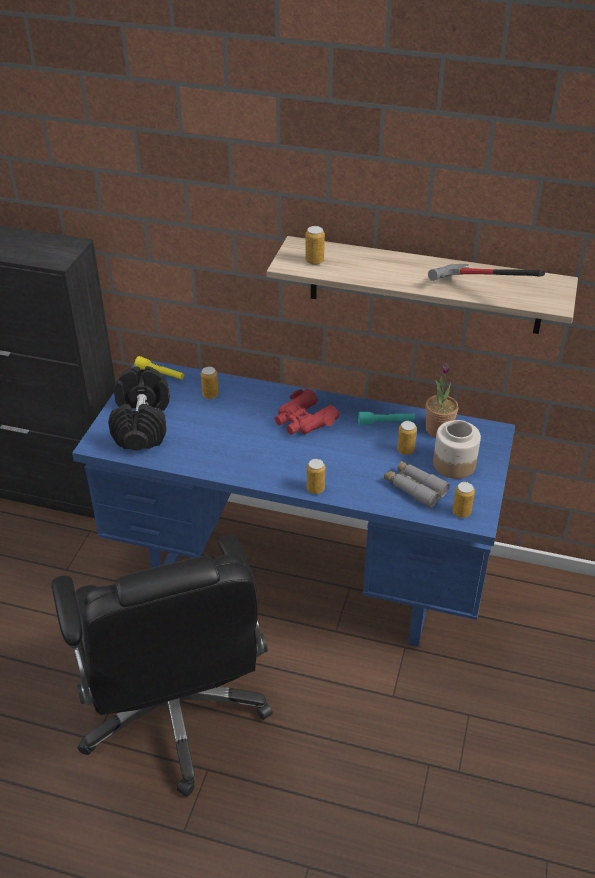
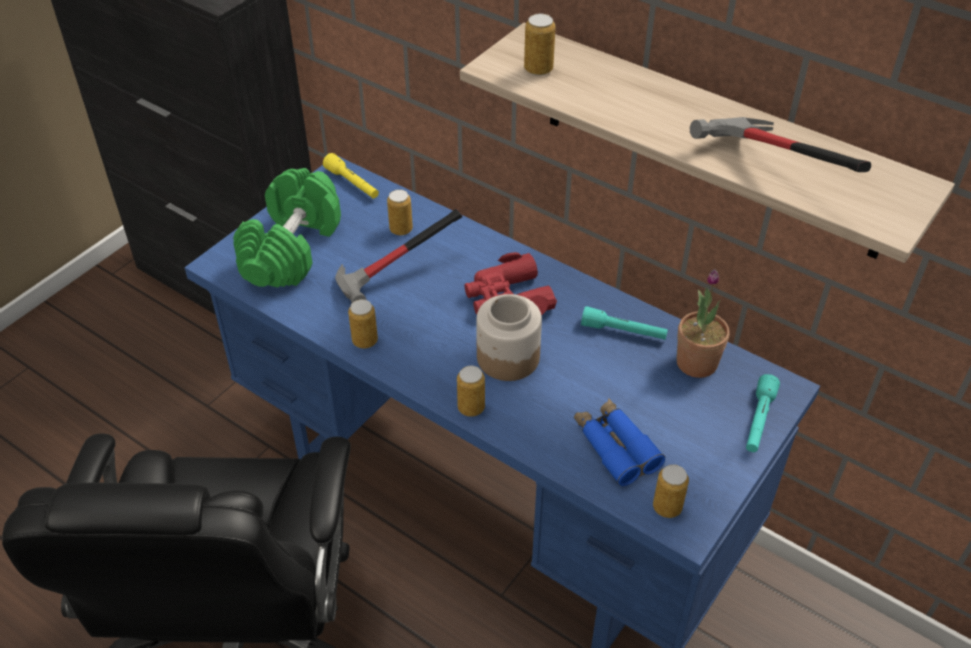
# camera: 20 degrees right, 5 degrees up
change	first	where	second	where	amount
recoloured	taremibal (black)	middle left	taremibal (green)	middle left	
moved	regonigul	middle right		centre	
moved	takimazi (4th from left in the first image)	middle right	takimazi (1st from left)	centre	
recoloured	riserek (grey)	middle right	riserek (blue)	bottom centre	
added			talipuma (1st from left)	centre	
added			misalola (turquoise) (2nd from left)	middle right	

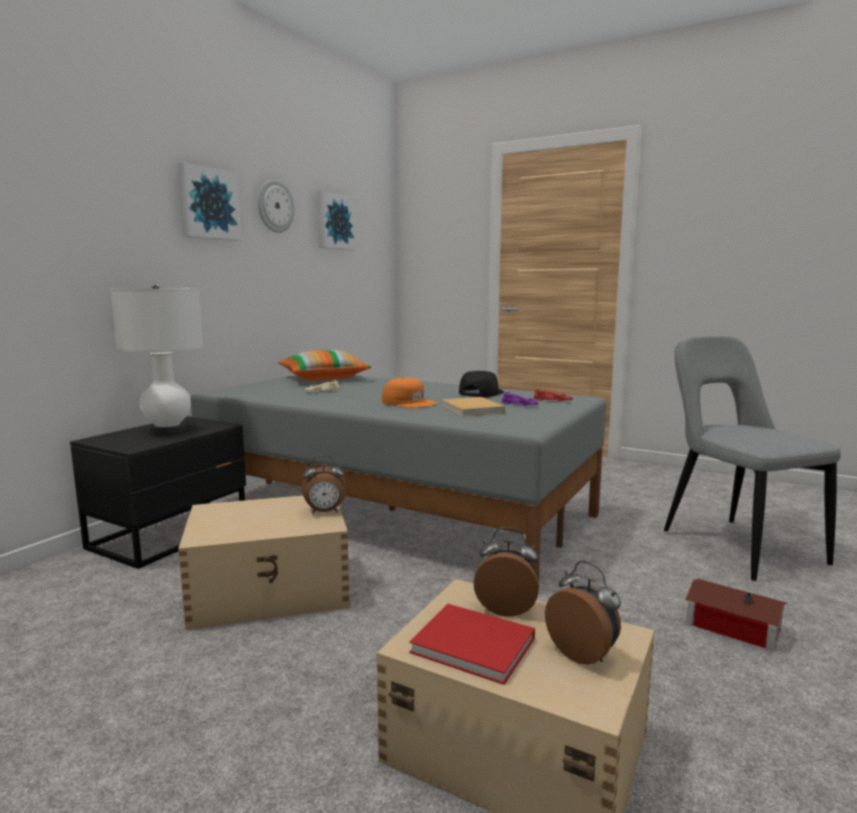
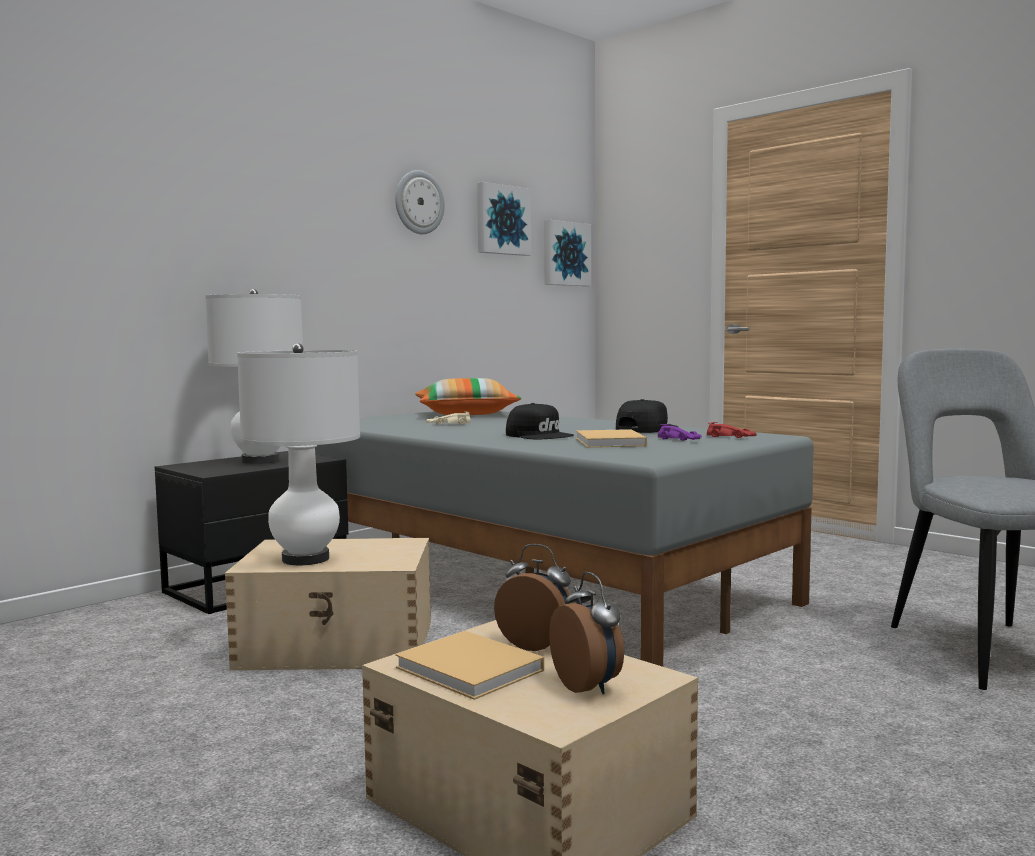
# camera: 15 degrees right, 5 degrees down
change	first	where	second	where	amount
moved	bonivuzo (1st from left in the first image)	top left	bonivuzo (2nd from left)	top centre	
recoloured	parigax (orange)	centre	parigax (black) (1st from left)	centre	
removed	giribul (1st from left)	centre			
removed	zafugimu	bottom right			
recoloured	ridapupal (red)	bottom centre	ridapupal (beige) (1st from left)	bottom centre	
added			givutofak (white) (2nd from left)	middle left	

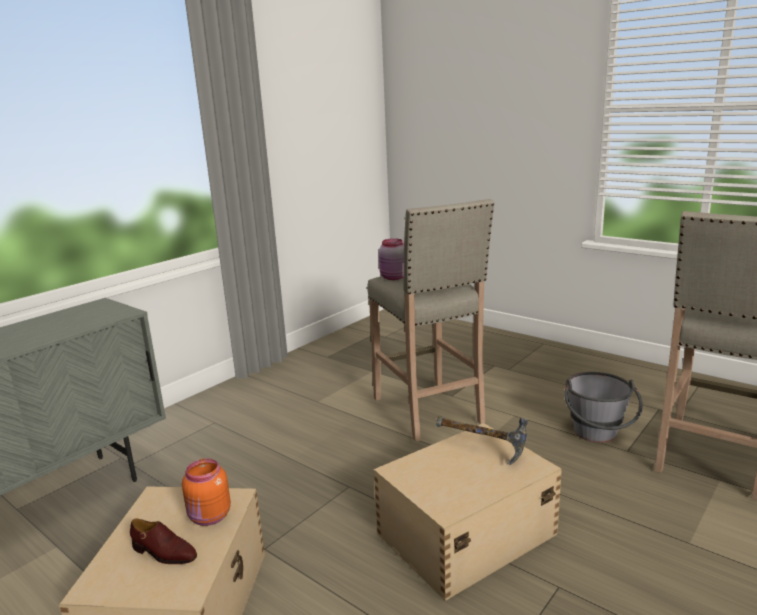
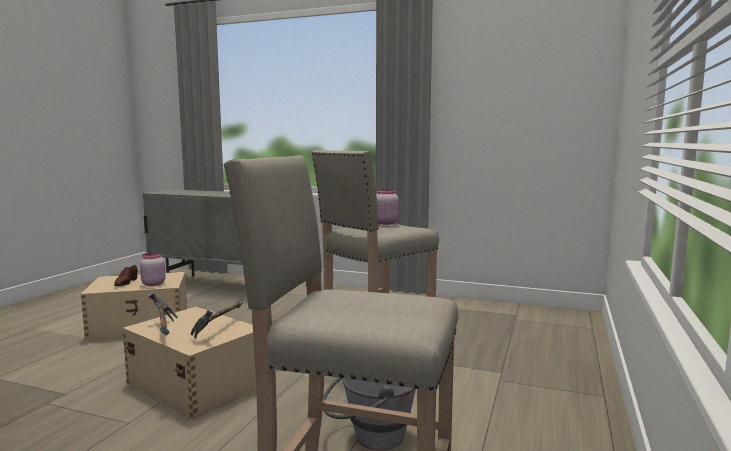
# camera: 70 degrees right, 10 degrees down
change	first	where	second	where	amount
recoloured	regonigul (orange)	bottom left	regonigul (pink) (1st from left)	middle left	
added			talipuma (1st from left)	bottom left	

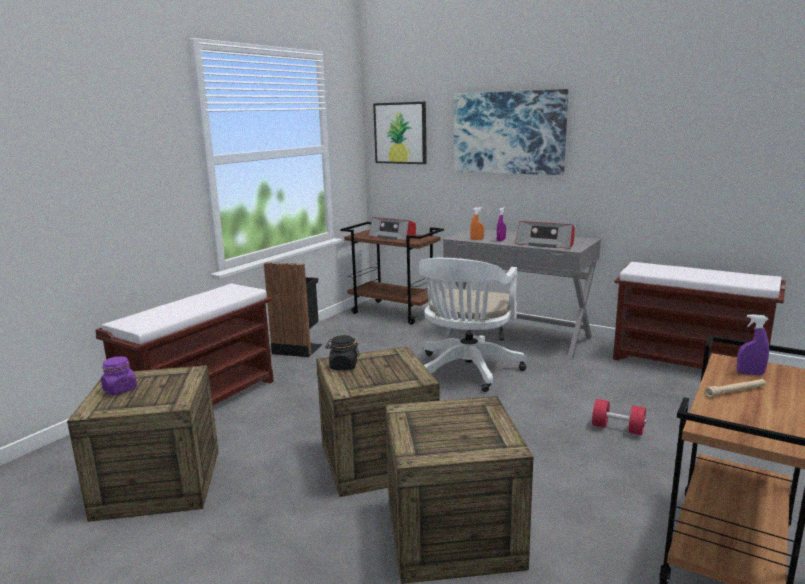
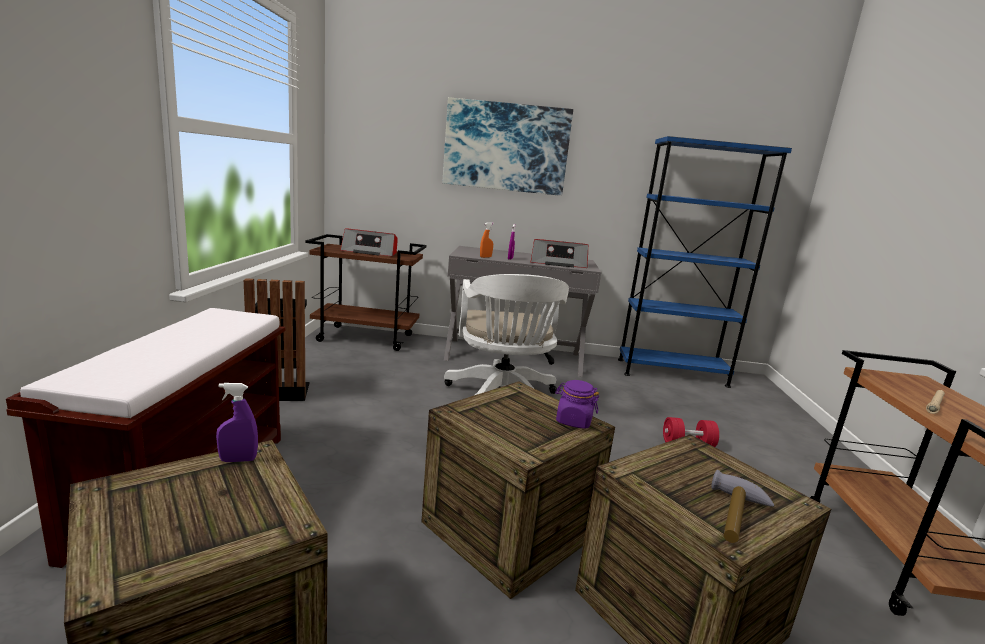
# camera: 30 degrees left, 0 degrees up
change	first	where	second	where	amount
removed	bonivuzo (1st from left)	top centre			
replaced	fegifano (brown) (2nd from left)	middle right	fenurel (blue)	middle right	
moved	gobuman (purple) (2nd from left in the first image)	middle right	gobuman (purple) (1st from left)	middle left	
removed	regonigul (black)	centre			
moved	regonigul (purple)	middle left		centre	
added			talipuma	bottom right	

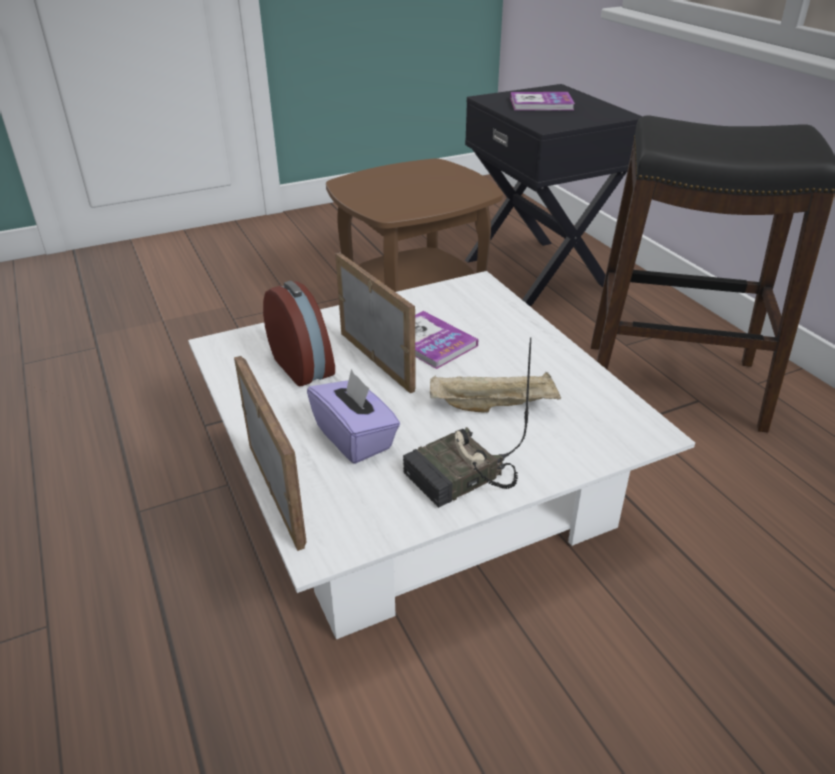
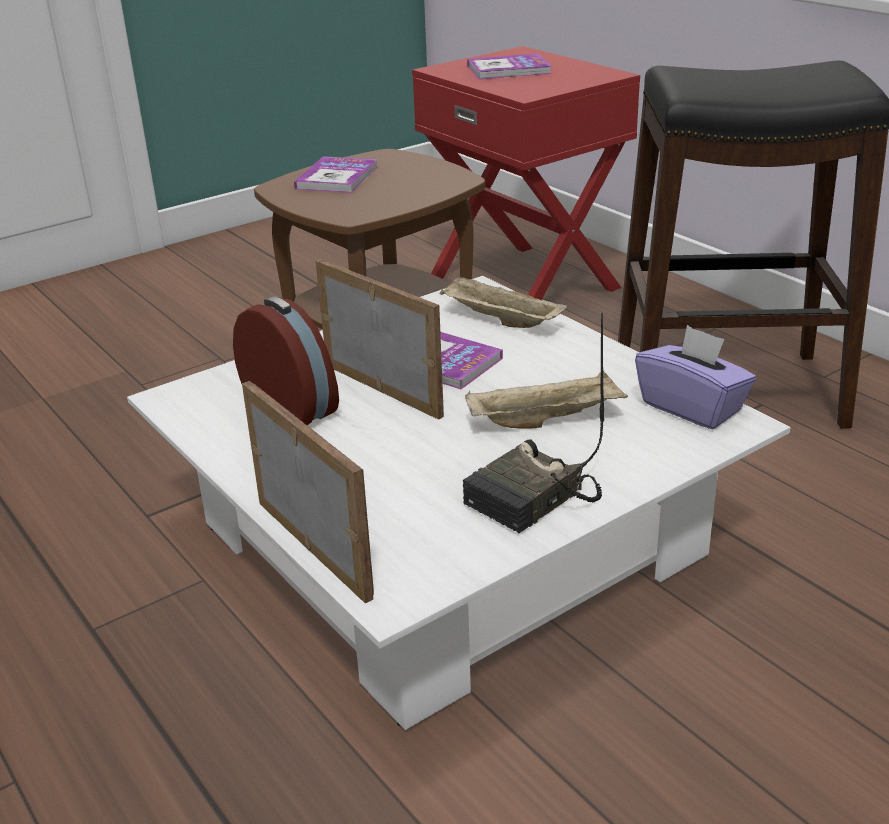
# camera: 10 degrees left, 5 degrees down
change	first	where	second	where	amount
recoloured	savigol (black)	top centre	savigol (red)	top centre	
moved	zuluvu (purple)	centre		middle right	
added			ridapupal (1st from left)	top centre	
added			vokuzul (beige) (1st from left)	centre	

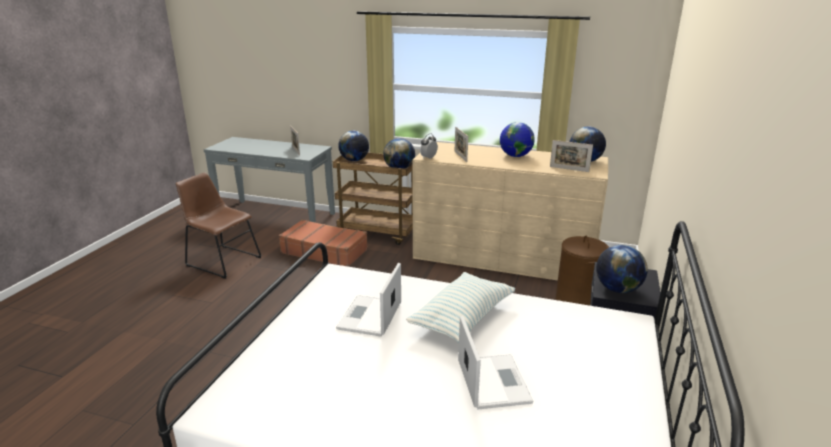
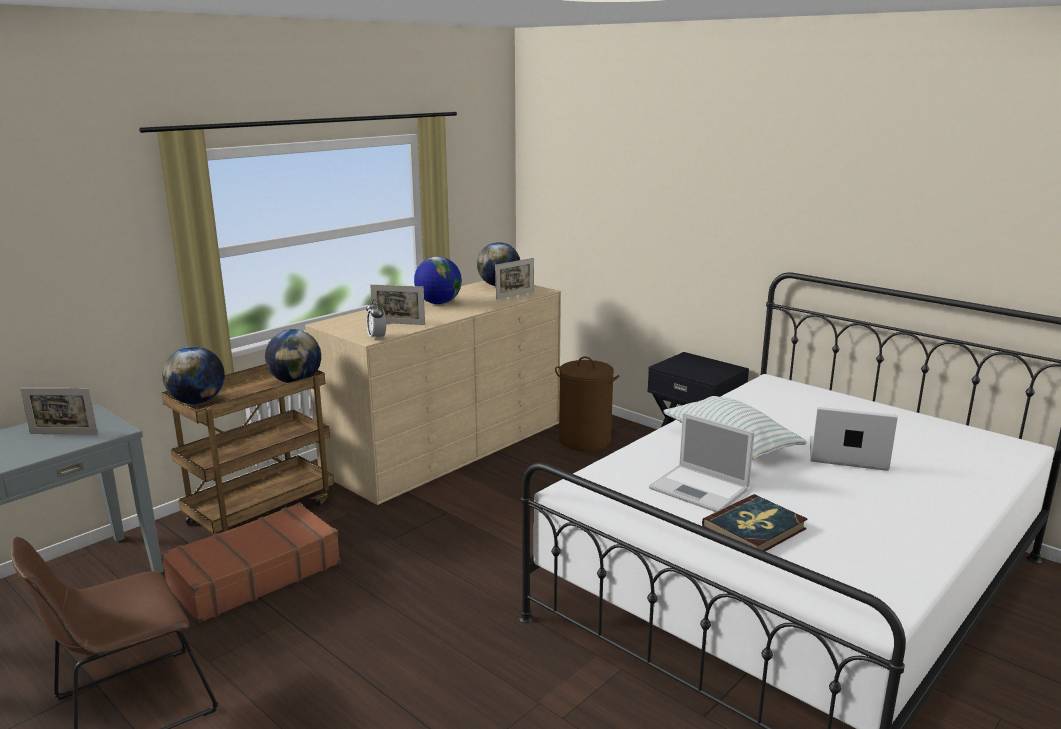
# camera: 65 degrees left, 5 degrees down
change	first	where	second	where	amount
removed	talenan (5th from left)	middle right			
added			ridapupal	bottom right	

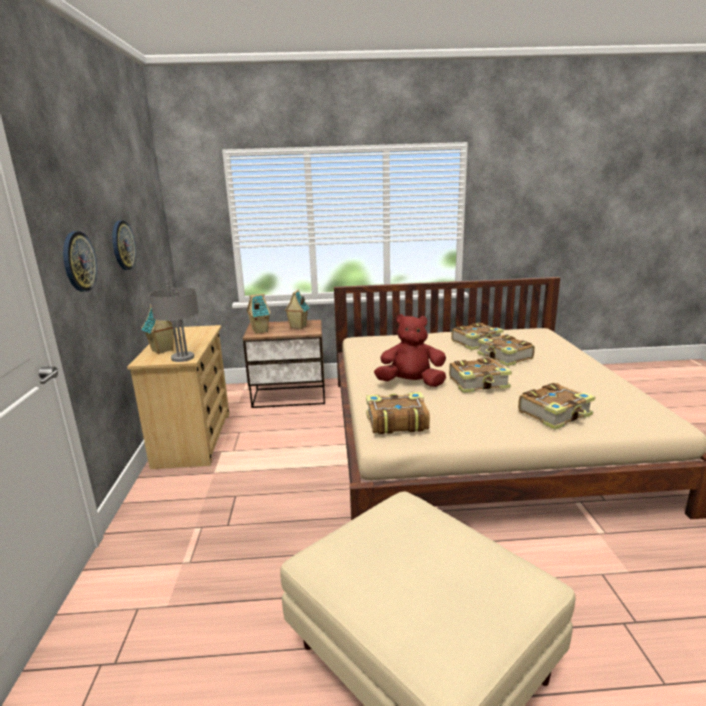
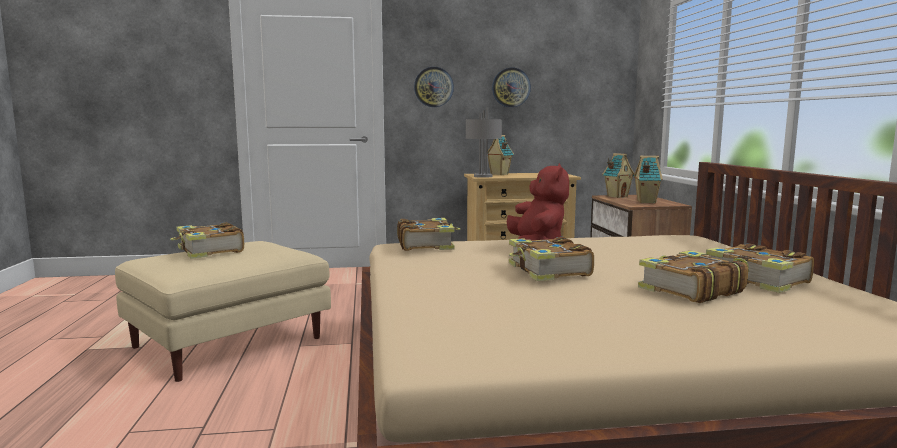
# camera: 85 degrees right, 10 degrees down
change	first	where	second	where	amount
moved	ridapupal (5th from left in the first image)	middle right	ridapupal (1st from left)	middle left	

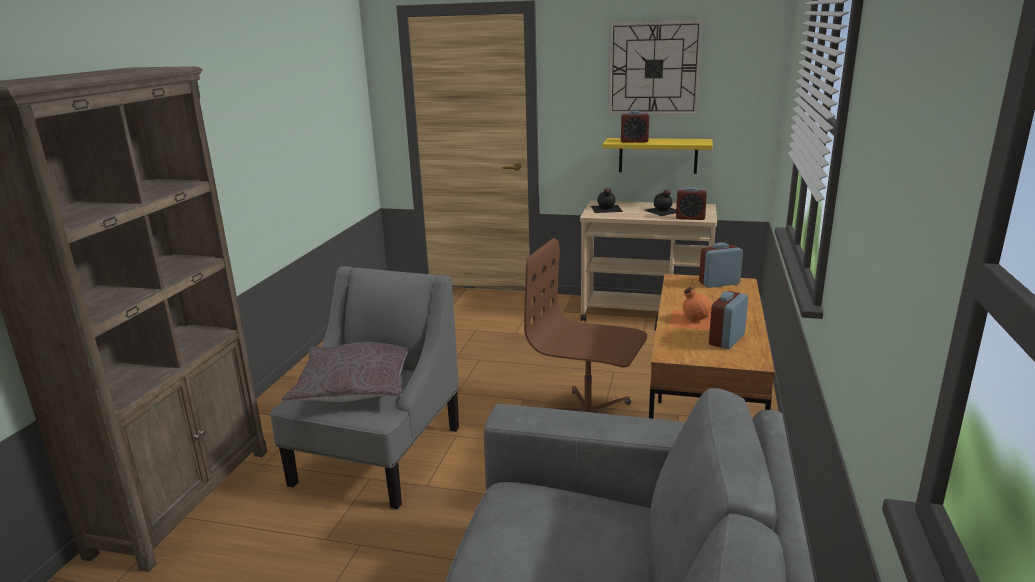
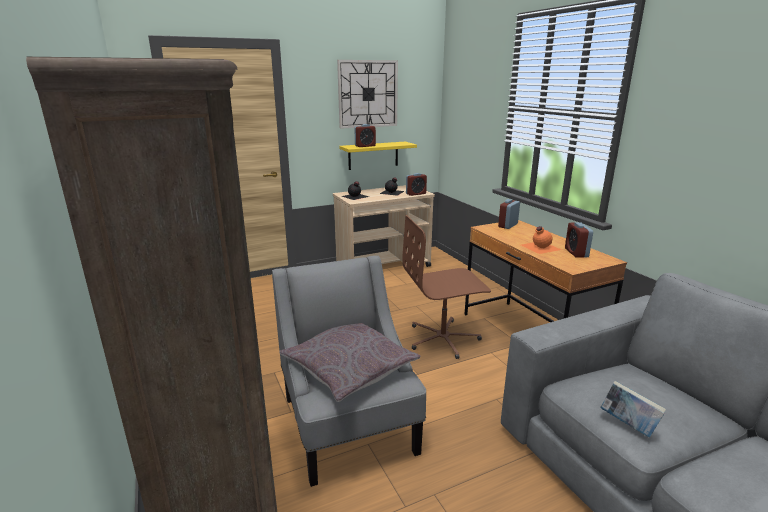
# camera: 40 degrees left, 0 degrees up
change	first	where	second	where	amount
added			ridapupal	bottom right	

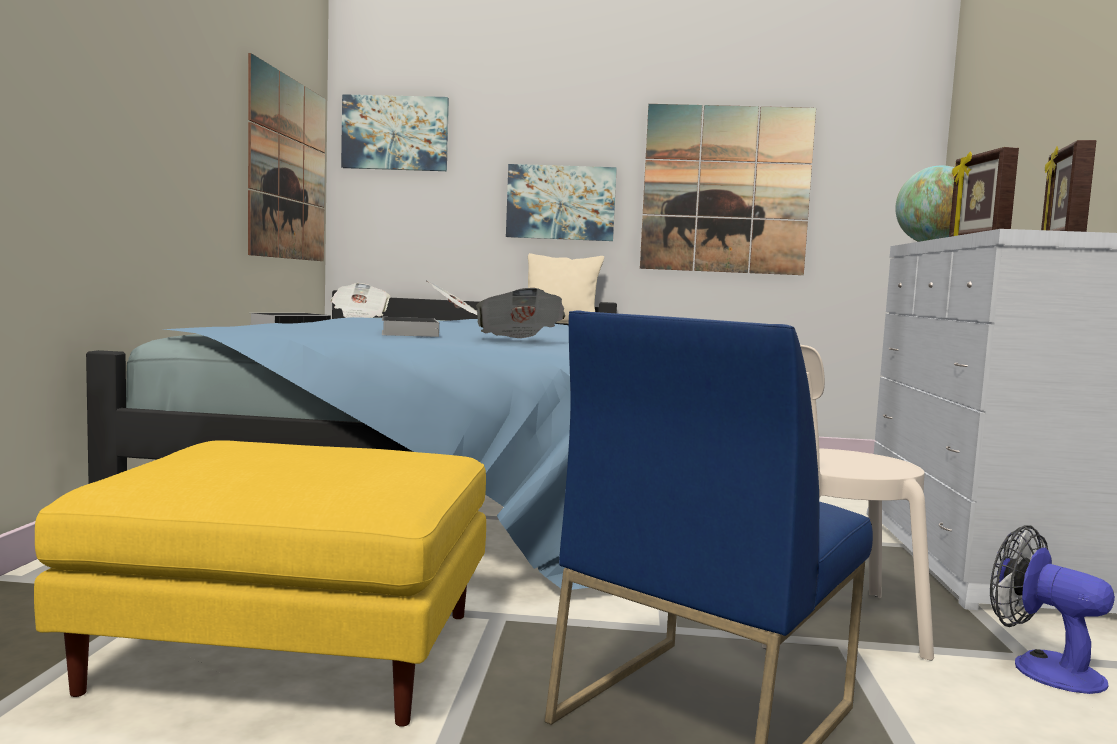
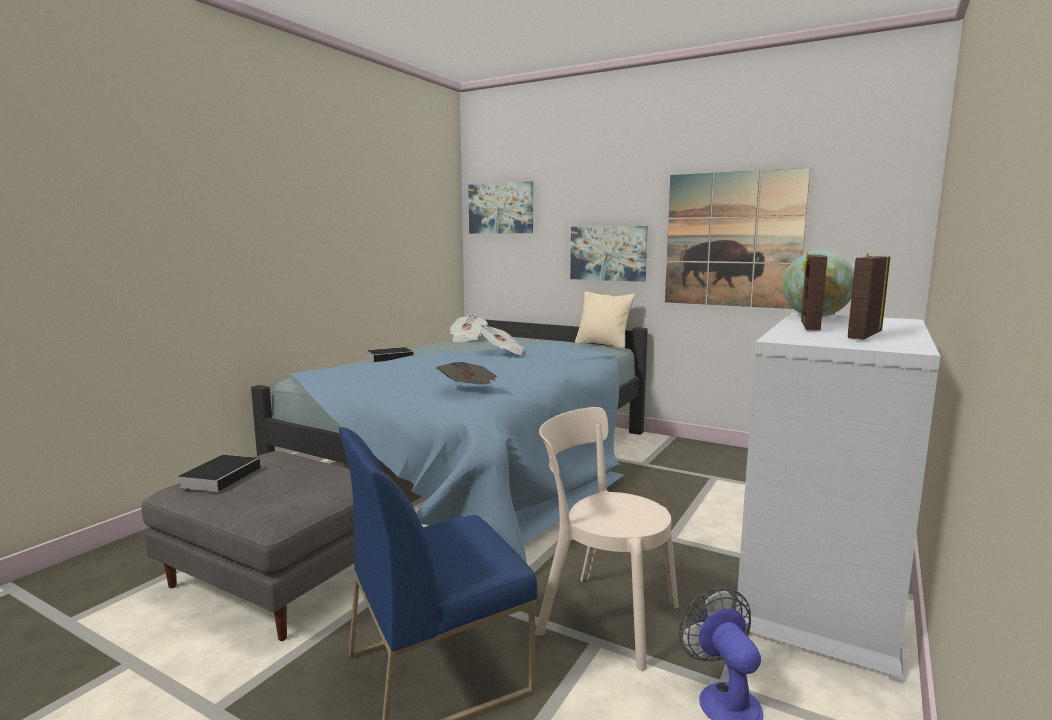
# camera: 25 degrees right, 5 degrees up
change	first	where	second	where	amount
removed	bonivuzo (1st from left)	top left			
moved	ridapupal (2nd from left in the first image)	centre	ridapupal (1st from left)	middle left	
recoloured	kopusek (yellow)	bottom left	kopusek (grey)	bottom left	

